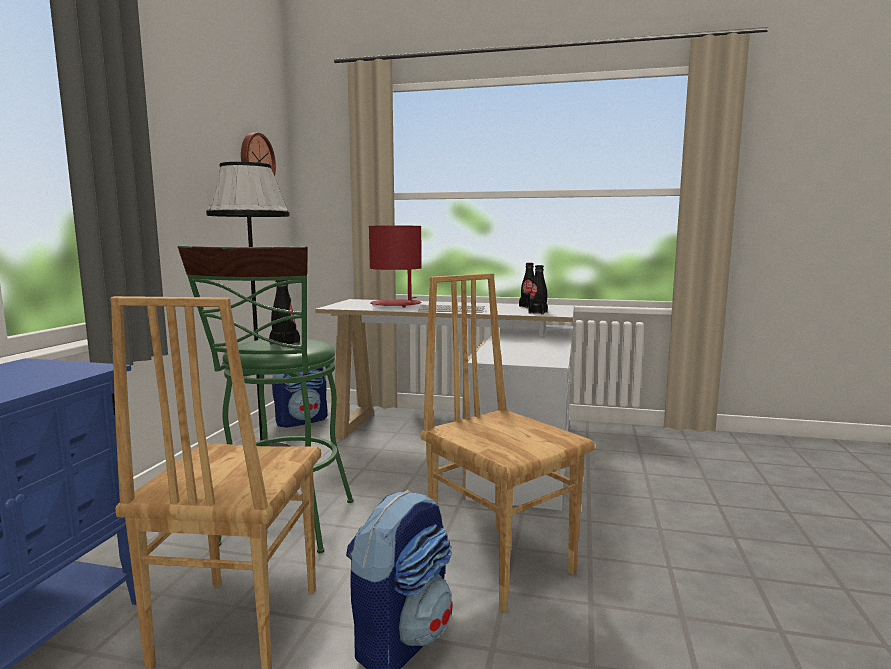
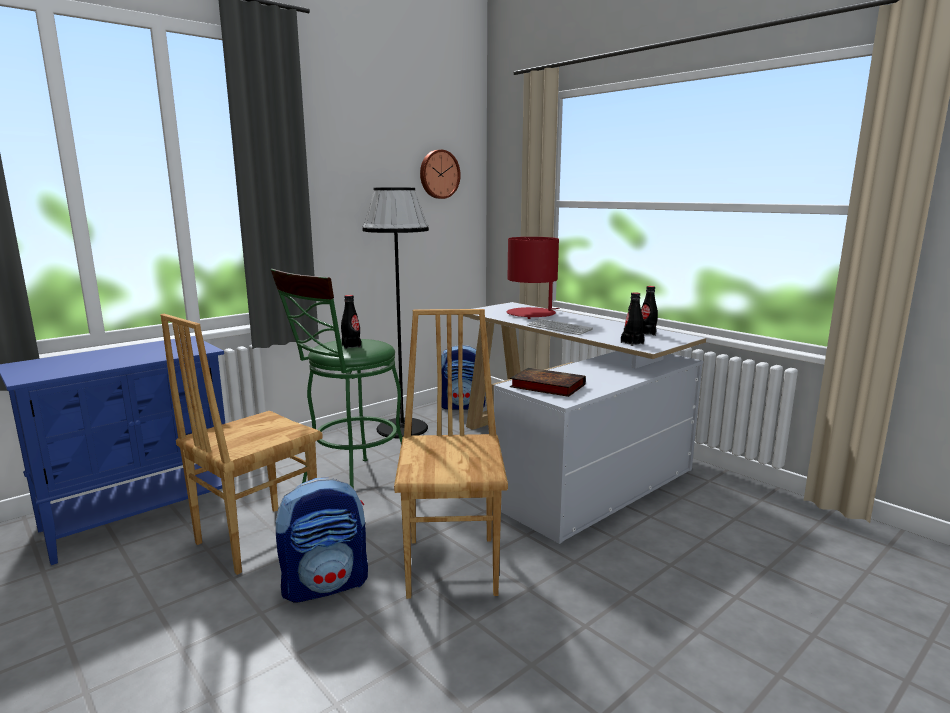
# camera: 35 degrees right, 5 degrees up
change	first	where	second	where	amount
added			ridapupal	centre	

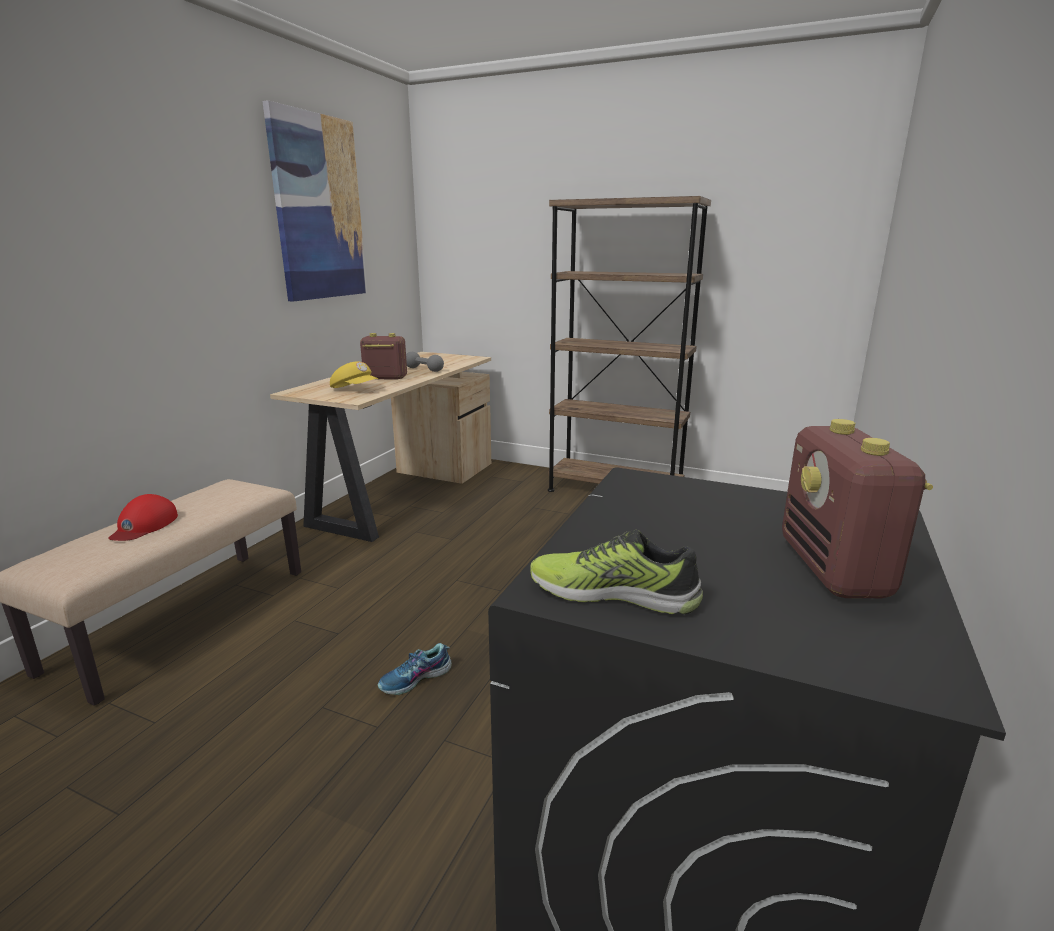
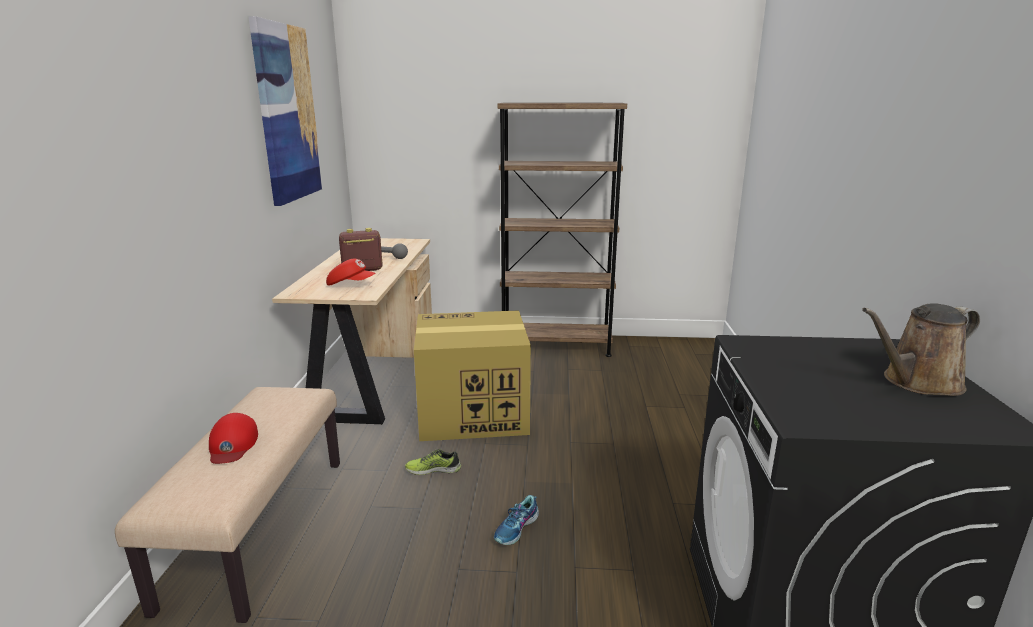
# camera: 20 degrees left, 0 degrees up
change	first	where	second	where	amount
recoloured	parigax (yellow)	centre	parigax (red) (2nd from left)	centre	
replaced	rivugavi (2nd from left)	middle right	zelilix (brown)	middle right	
moved	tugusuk (2nd from left in the first image)	centre	tugusuk (1st from left)	bottom centre	
added			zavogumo	centre	

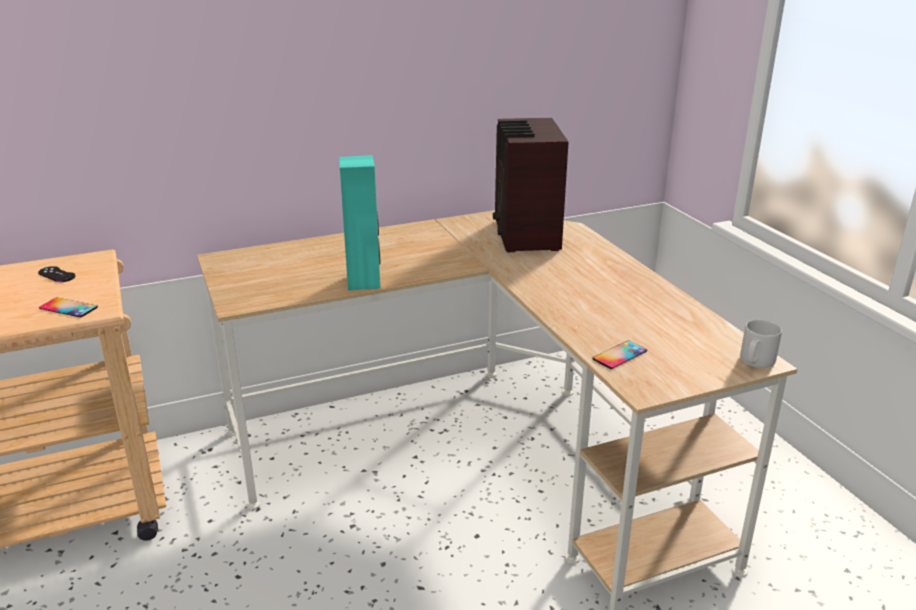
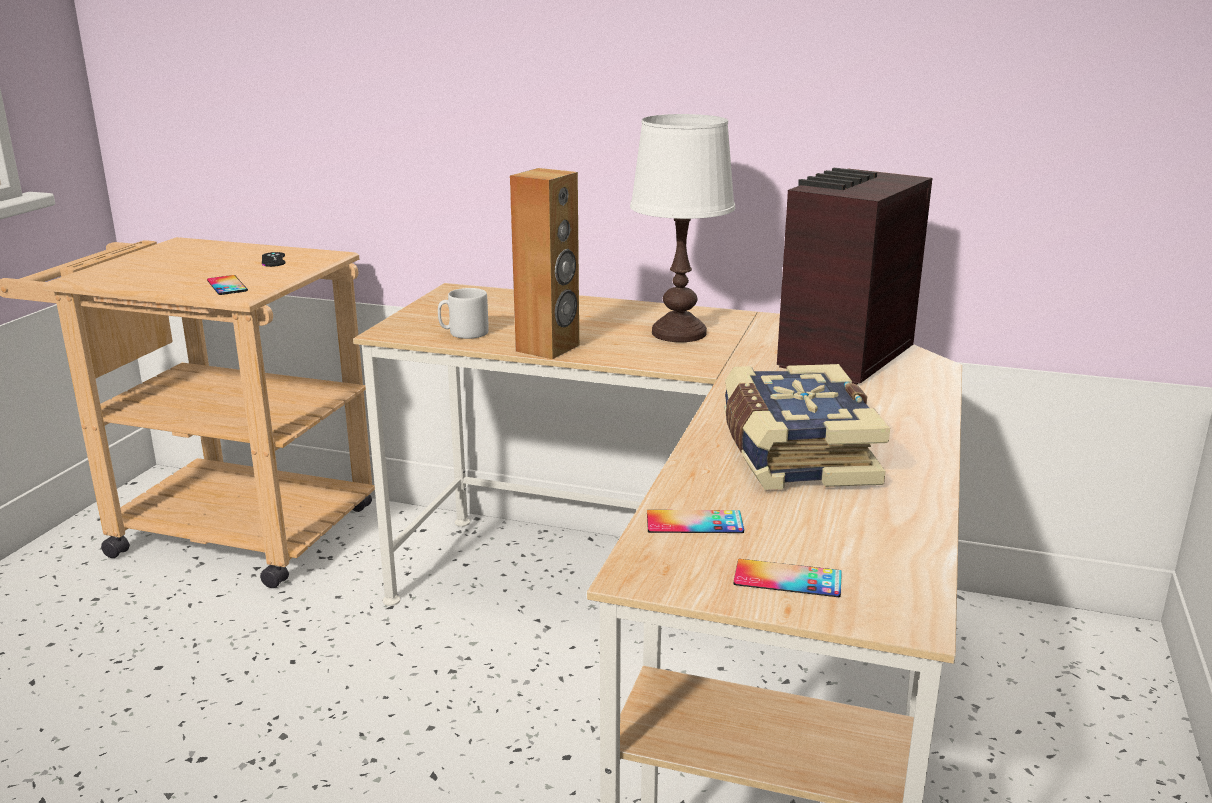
# camera: 40 degrees right, 5 degrees down
change	first	where	second	where	amount
recoloured	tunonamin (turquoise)	centre	tunonamin (brown)	top centre	
moved	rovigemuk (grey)	middle right		centre	
added			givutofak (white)	top centre	
added			ridapupal	centre	
added			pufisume (3rd from left)	bottom centre	

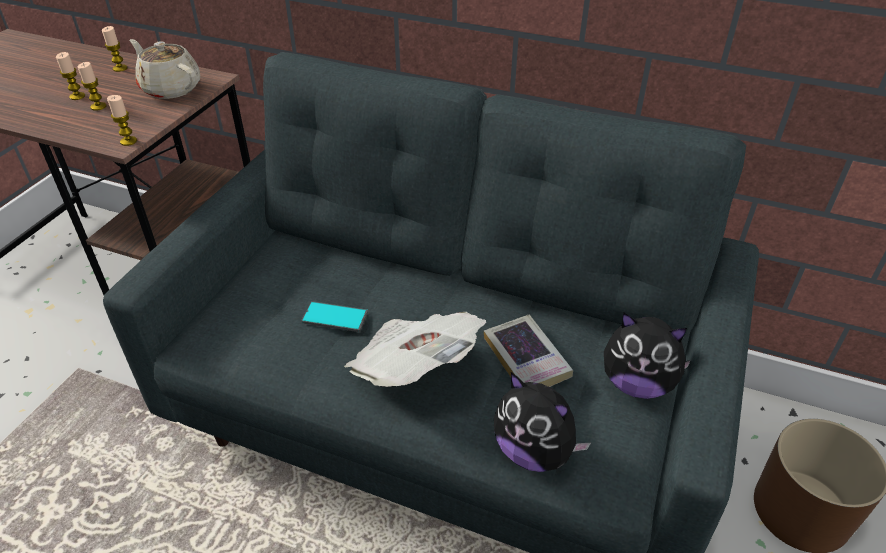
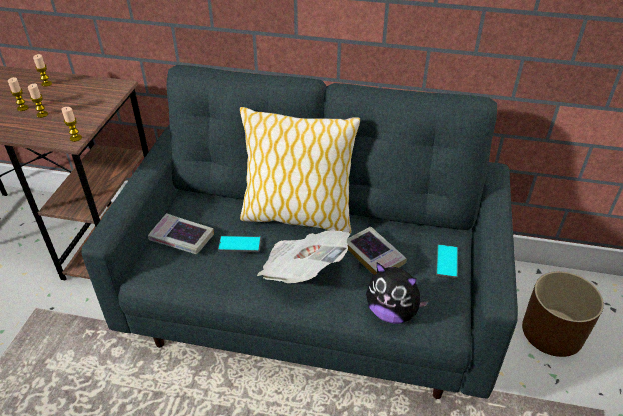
# camera: 10 degrees left, 0 degrees up
change	first	where	second	where	amount
removed	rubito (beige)	top left			
replaced	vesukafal (2nd from left)	middle right	pufisume (2nd from left)	middle right	
added			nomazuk	centre	
added			ridapupal (1st from left)	middle left	

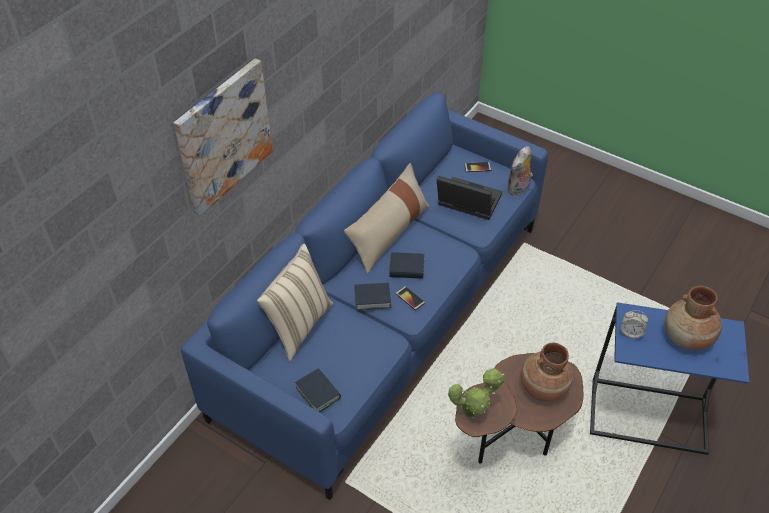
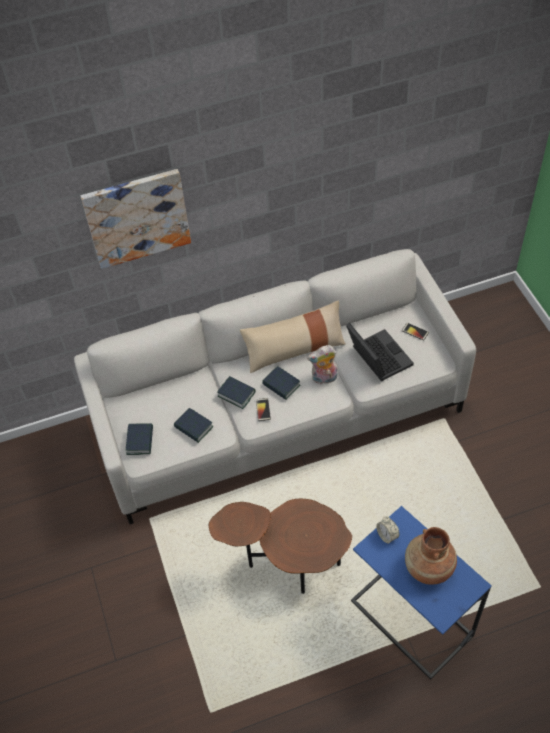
# camera: 40 degrees right, 5 degrees up
change	first	where	second	where	amount
recoloured	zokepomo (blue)	centre	zokepomo (grey)	centre	
moved	vesukafal	middle right		centre	
removed	nomazuk (beige) (1st from left)	centre			
removed	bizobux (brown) (1st from left)	bottom right			
removed	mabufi	bottom centre			
added			ridapupal (2nd from left)	centre	

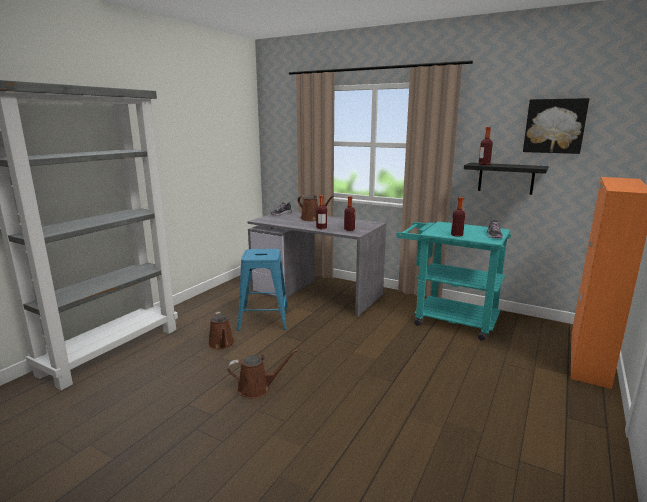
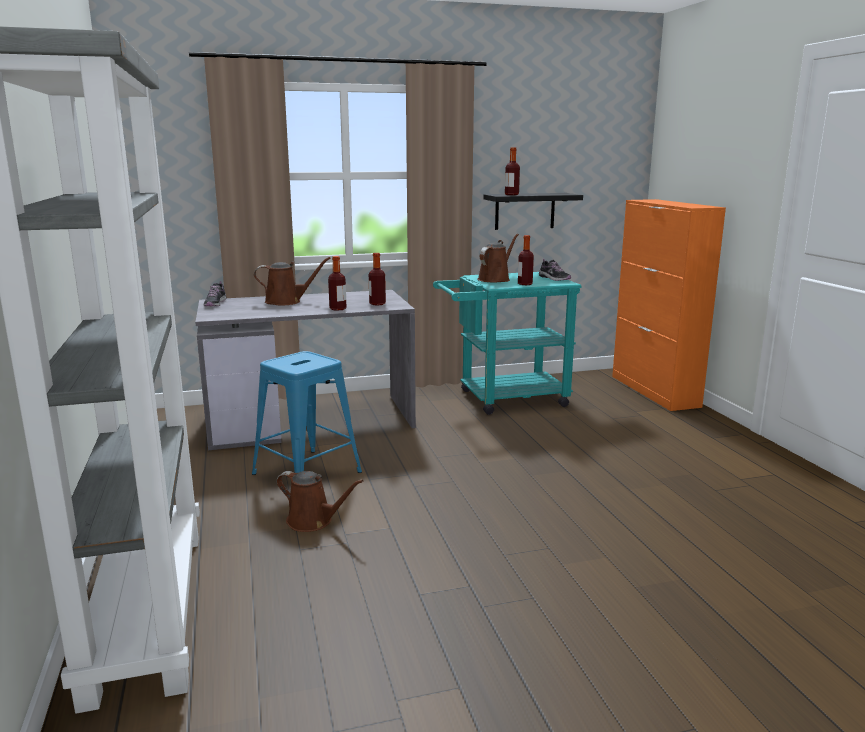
# camera: 45 degrees left, 0 degrees up
change	first	where	second	where	amount
removed	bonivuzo	top right			
moved	zelilix (brown) (2nd from left in the first image)	bottom centre	zelilix (brown) (3rd from left)	centre	

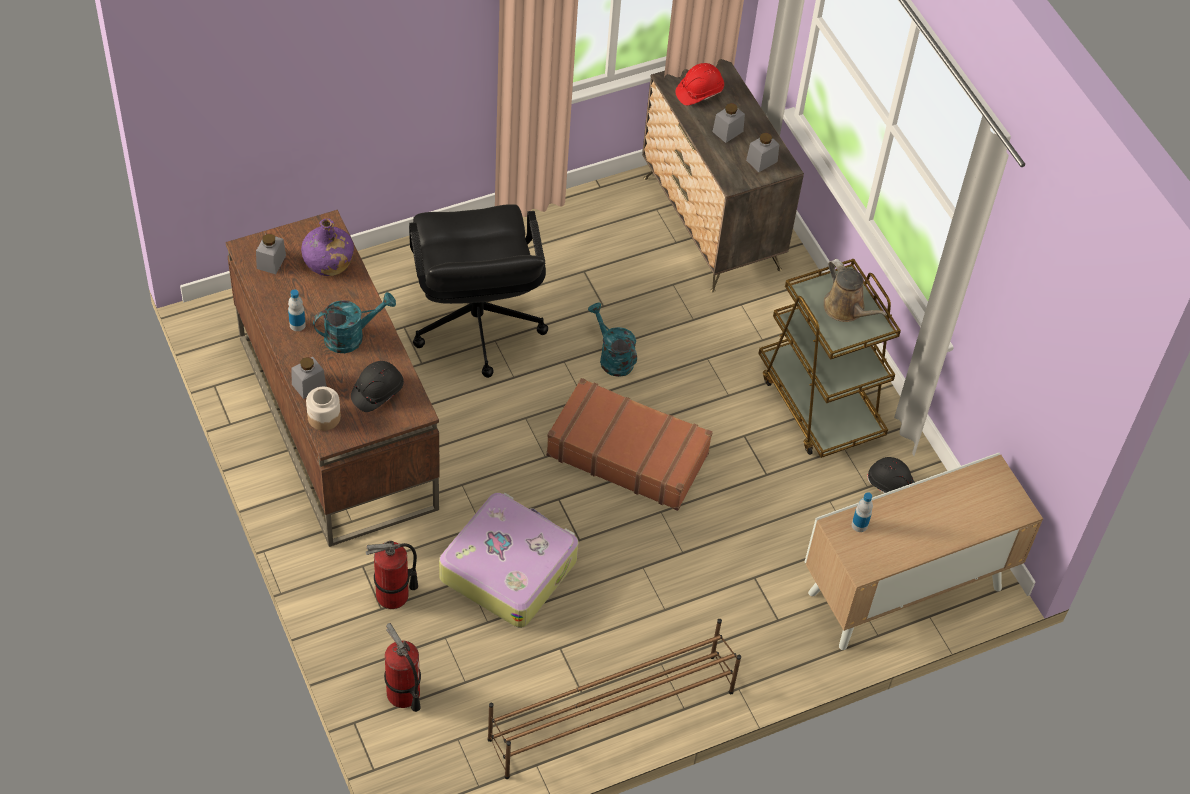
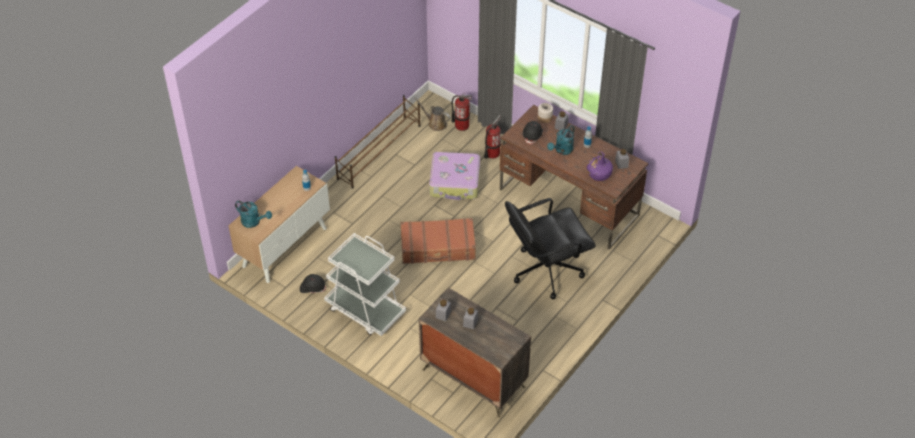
# camera: 155 degrees right, 5 degrees down
change	first	where	second	where	amount
removed	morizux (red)	top centre			
turned	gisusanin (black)	centre		centre	75 degrees counterclockwise
recoloured	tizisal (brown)	middle right	tizisal (white)	centre	
moved	zelilix (brown)	middle right		top centre	
moved	zelilix (turquoise) (2nd from left in the first image)	centre	zelilix (turquoise) (1st from left)	middle left	

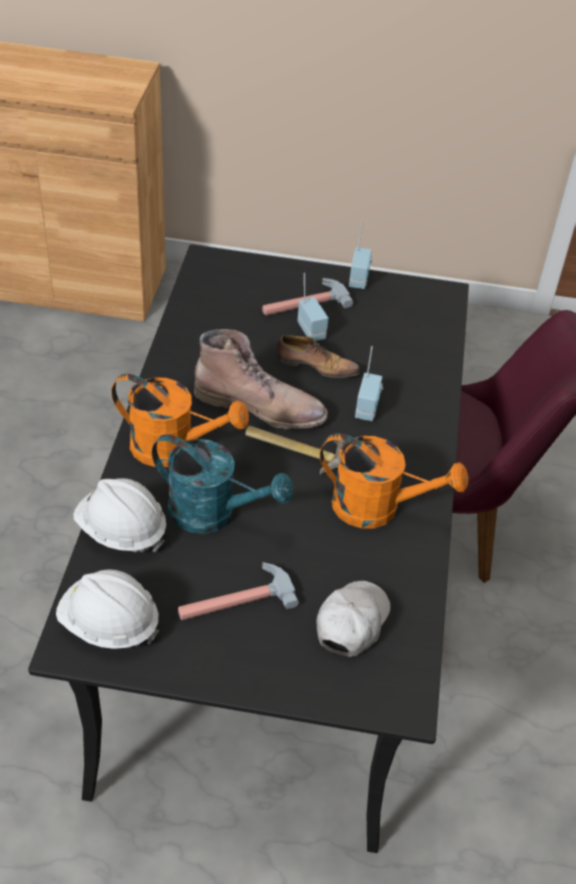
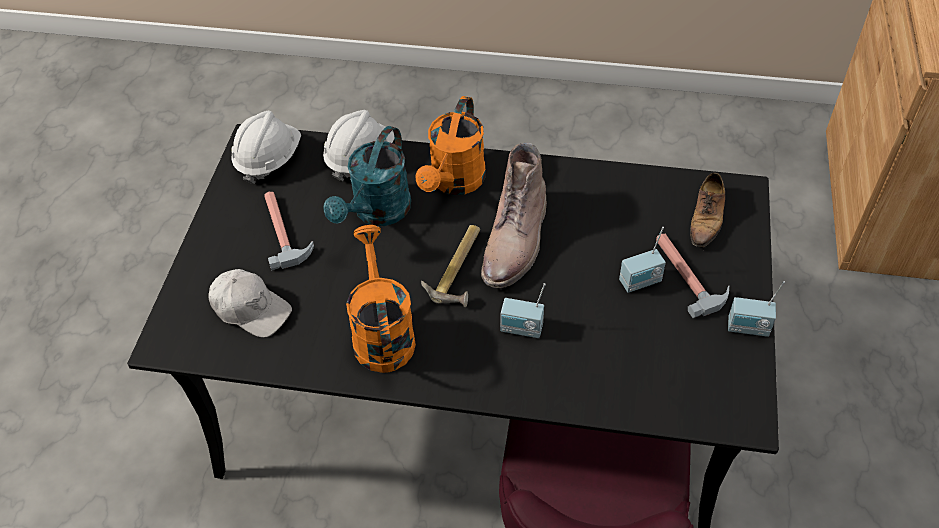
# camera: 95 degrees right, 5 degrees up
change	first	where	second	where	amount
moved	tugusuk	centre		middle right	
turned	zelilix (orange) (2nd from left in the first image)	middle right	zelilix (orange) (1st from left)	centre	150 degrees clockwise

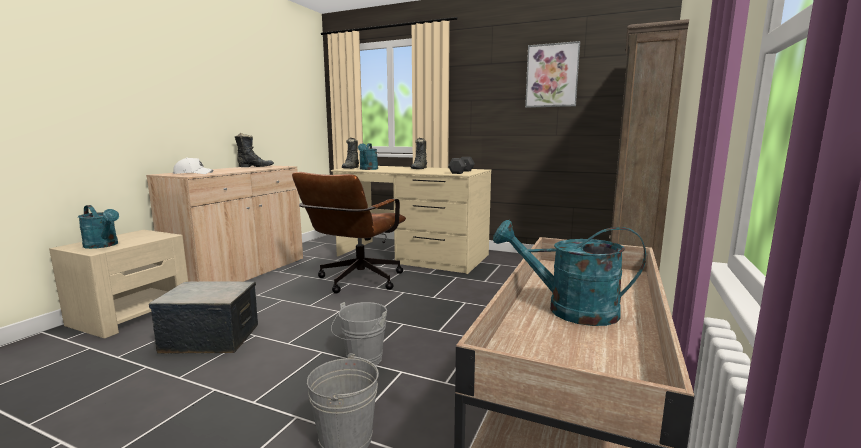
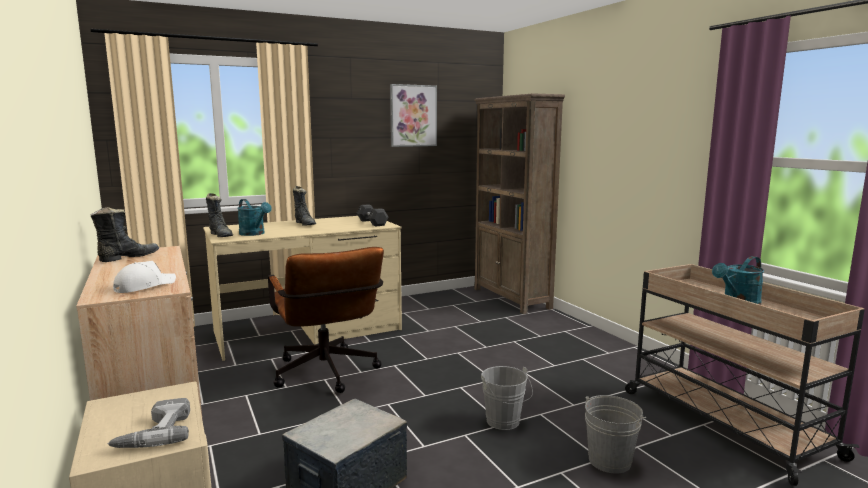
# camera: 50 degrees left, 0 degrees up
change	first	where	second	where	amount
replaced	zelilix (turquoise) (1st from left)	middle left	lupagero	bottom left	

